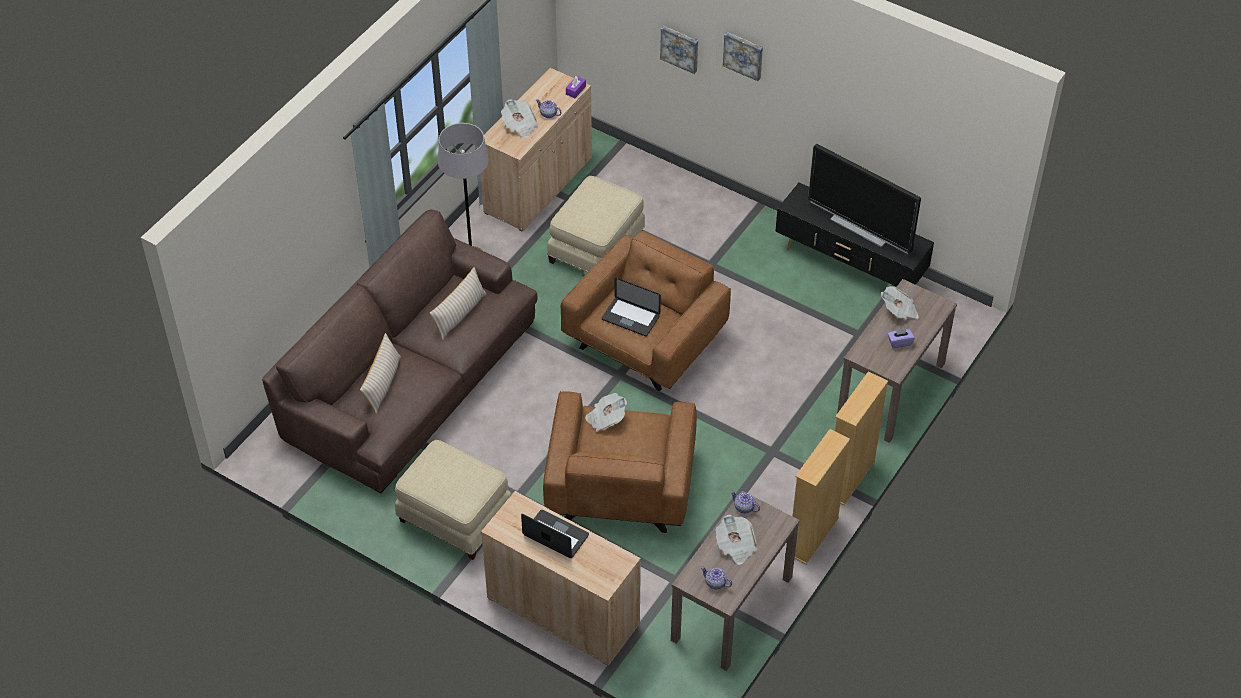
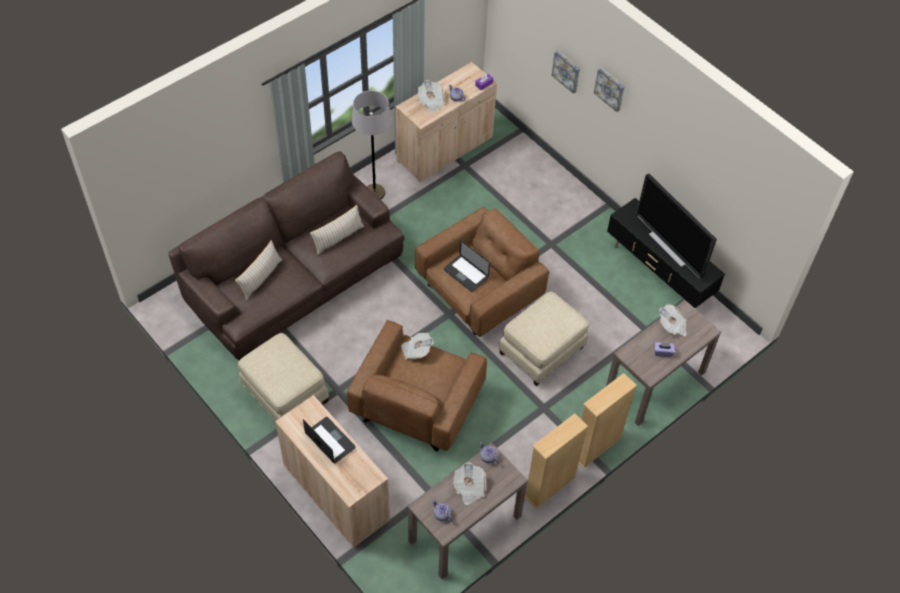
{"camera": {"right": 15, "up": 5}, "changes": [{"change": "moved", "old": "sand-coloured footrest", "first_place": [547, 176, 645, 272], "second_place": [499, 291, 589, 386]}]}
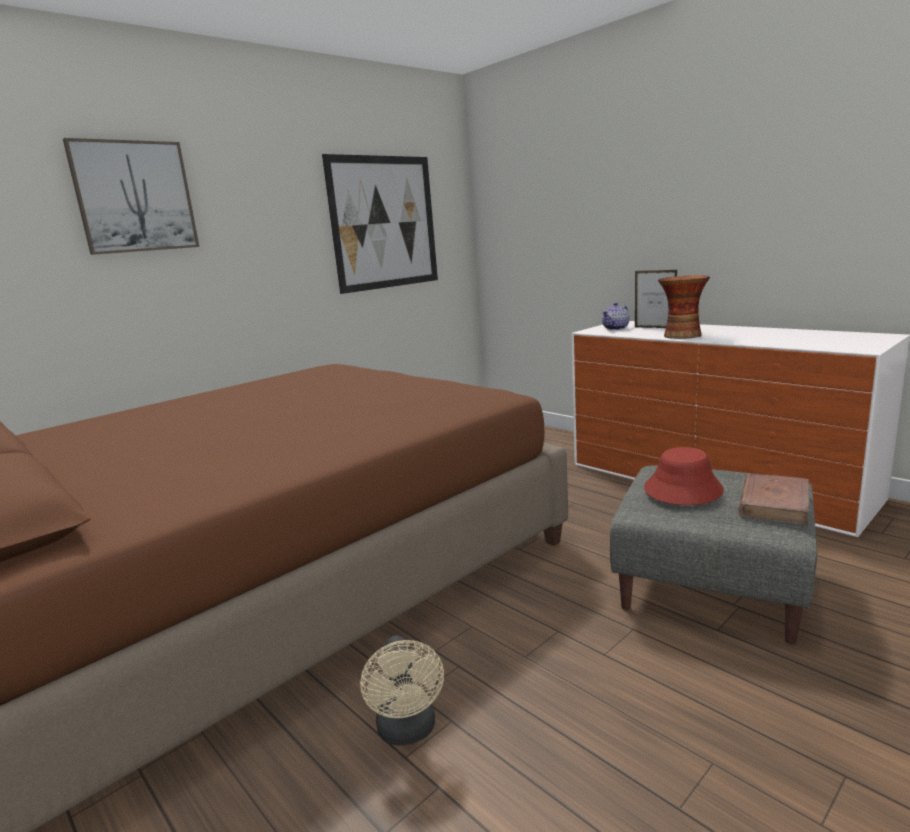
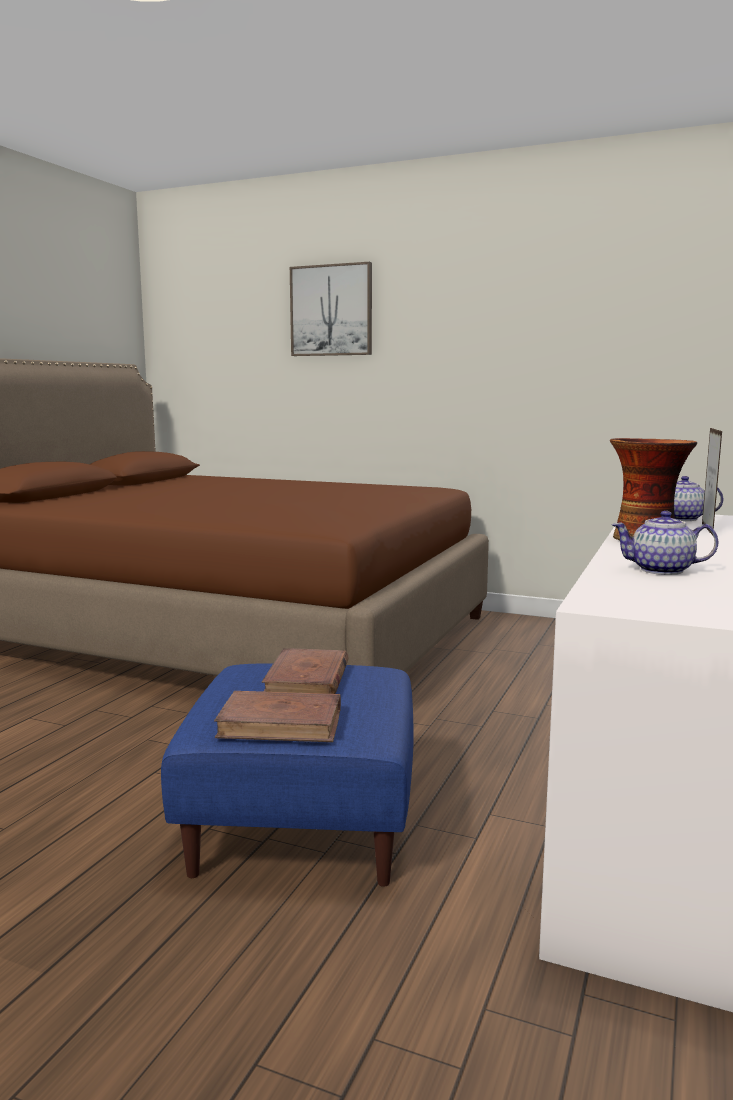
{"camera": {"right": 65, "up": -5}, "changes": [{"change": "removed", "old": "wall picture", "first_place": [322, 154, 438, 294]}, {"change": "removed", "old": "sand-coloured cooling fan", "first_place": [360, 636, 444, 746]}, {"change": "recoloured", "old": "grey footrest", "new": "blue footrest", "first_place": [610, 465, 817, 645], "second_place": [161, 663, 413, 887]}, {"change": "replaced", "old": "red wearable hat", "new": "brownish bound book", "first_place": [644, 447, 724, 505], "second_place": [262, 648, 348, 694]}, {"change": "added", "new": "pot for tea", "second_place": [612, 511, 719, 575]}]}
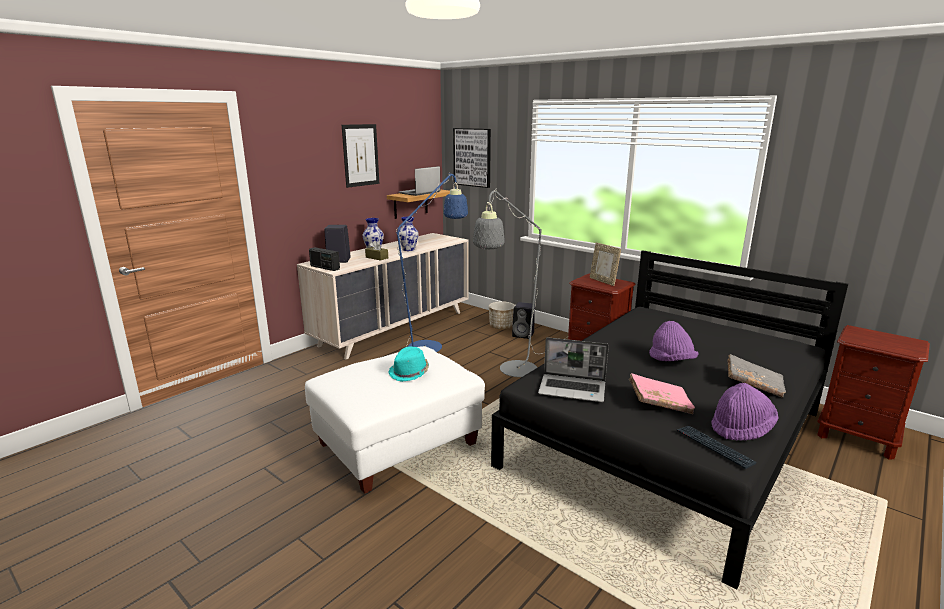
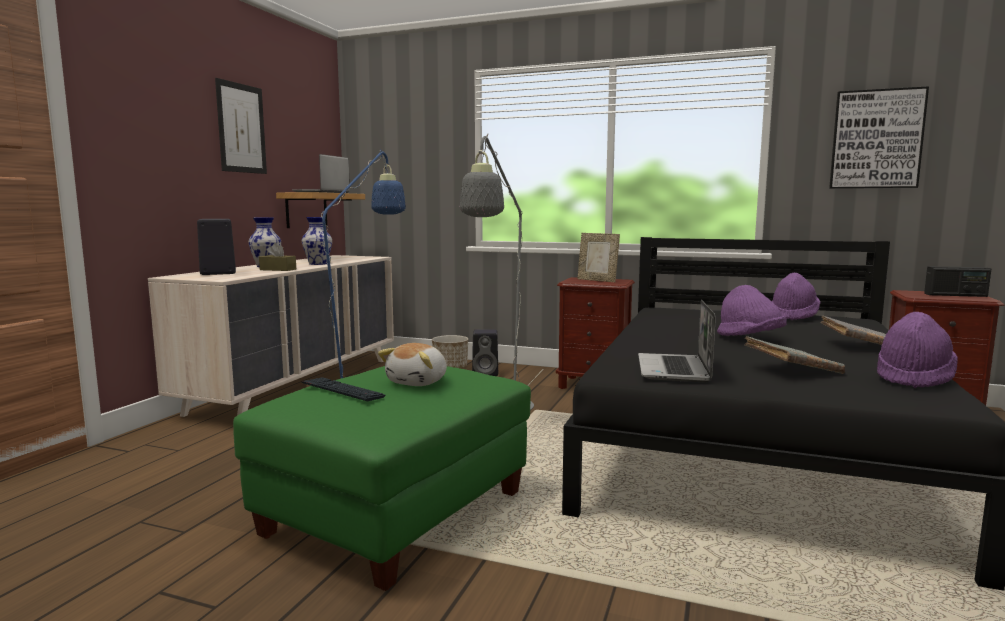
{"camera": {"right": -20, "up": -10}, "changes": [{"change": "recoloured", "old": "white-coloured footrest", "new": "green-coloured footrest", "first_place": [305, 346, 485, 494], "second_place": [233, 366, 531, 591]}, {"change": "moved", "old": "radio", "first_place": [309, 247, 340, 271], "second_place": [924, 266, 991, 297]}, {"change": "replaced", "old": "turquoise-coloured wearable hat", "new": "plush toy", "first_place": [388, 346, 429, 382], "second_place": [378, 343, 447, 386]}, {"change": "moved", "old": "wall picture", "first_place": [453, 128, 491, 188], "second_place": [829, 86, 929, 189]}, {"change": "turned", "old": "laptop", "first_place": [538, 337, 609, 402], "second_place": [638, 300, 716, 382], "degrees": 105}, {"change": "recoloured", "old": "pinkish bound book", "new": "grey bound book", "first_place": [629, 373, 695, 414], "second_place": [745, 336, 845, 374]}, {"change": "moved", "old": "computer keyboard", "first_place": [677, 426, 757, 469], "second_place": [302, 377, 385, 401]}, {"change": "added", "new": "purple wearable hat", "second_place": [772, 273, 820, 320]}]}
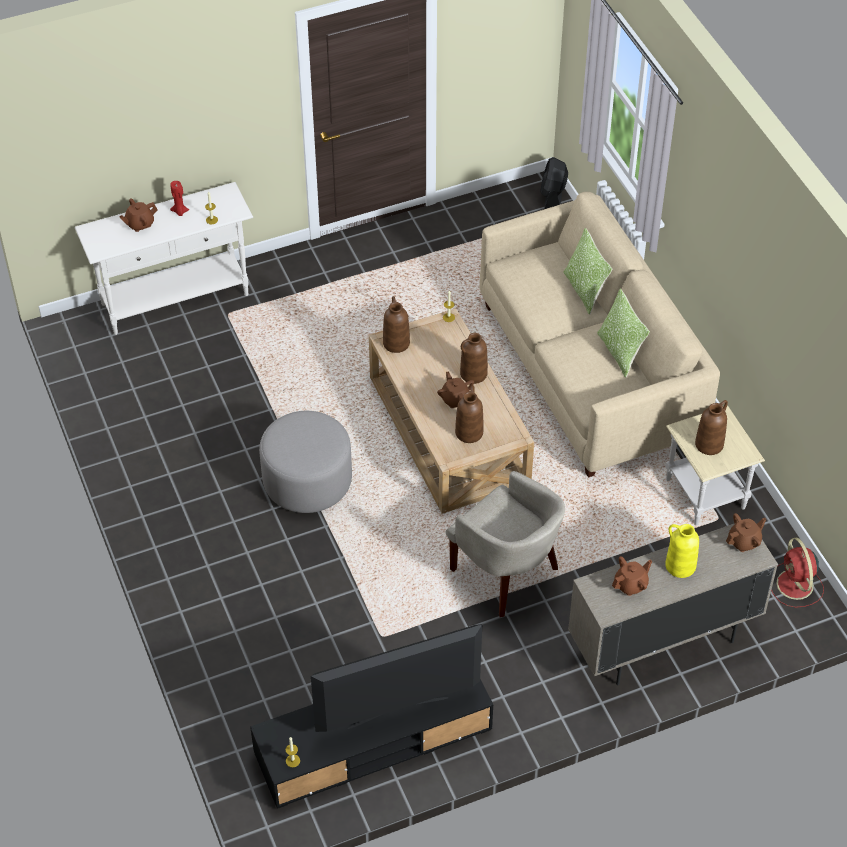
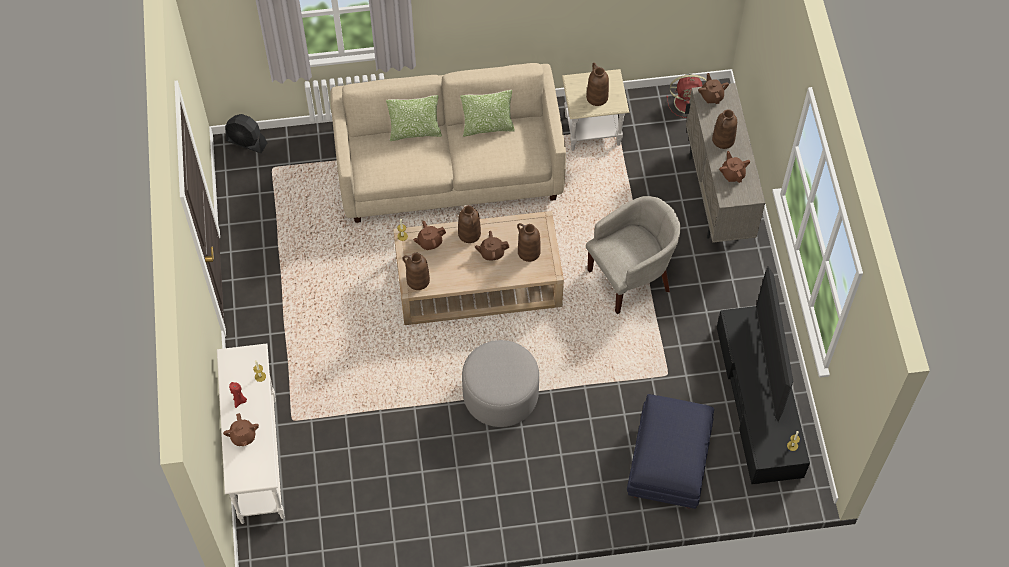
{"camera": {"right": -75, "up": 10}, "changes": [{"change": "recoloured", "old": "yellowish flower vase", "new": "brownish flower vase", "first_place": [665, 524, 699, 578], "second_place": [712, 109, 737, 149]}, {"change": "added", "new": "brownish pot for tea", "second_place": [413, 221, 446, 250]}, {"change": "added", "new": "blue footrest", "second_place": [627, 394, 714, 509]}]}
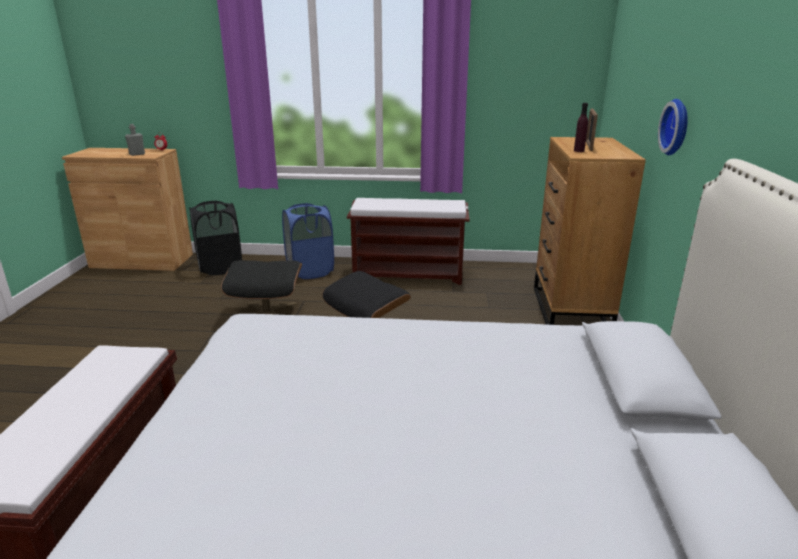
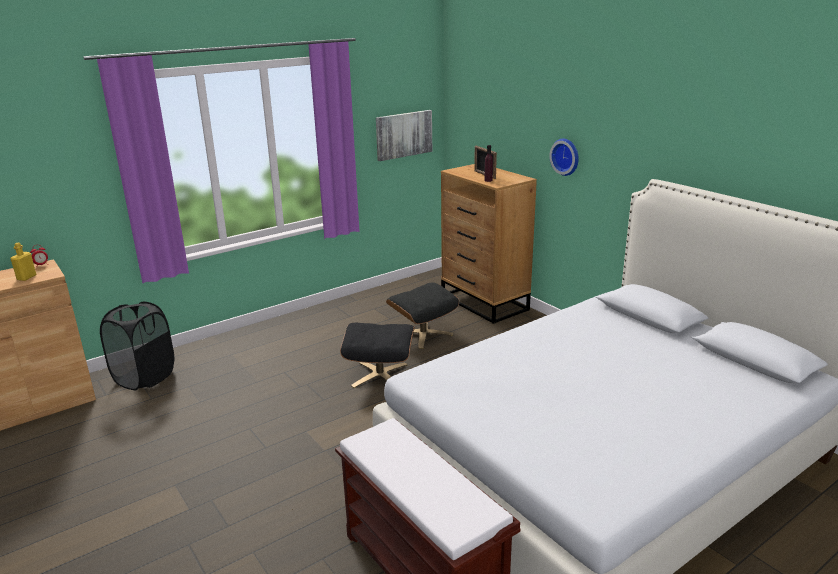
{"camera": {"right": -40, "up": 0}, "changes": [{"change": "recoloured", "old": "grey drink bottle", "new": "yellowish drink bottle", "first_place": [125, 124, 145, 156], "second_place": [10, 243, 36, 281]}, {"change": "moved", "old": "black footrest", "first_place": [221, 260, 302, 315], "second_place": [386, 283, 459, 349]}, {"change": "removed", "old": "blue hamper", "first_place": [282, 203, 334, 279]}, {"change": "removed", "old": "brownish long seat", "first_place": [347, 198, 470, 285]}, {"change": "added", "new": "wall picture", "second_place": [376, 110, 432, 161]}]}
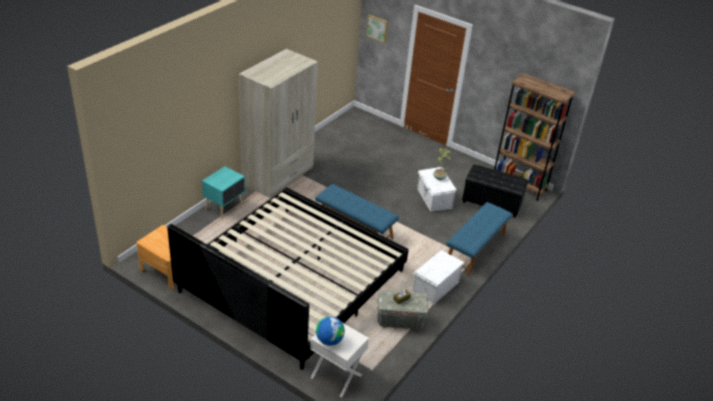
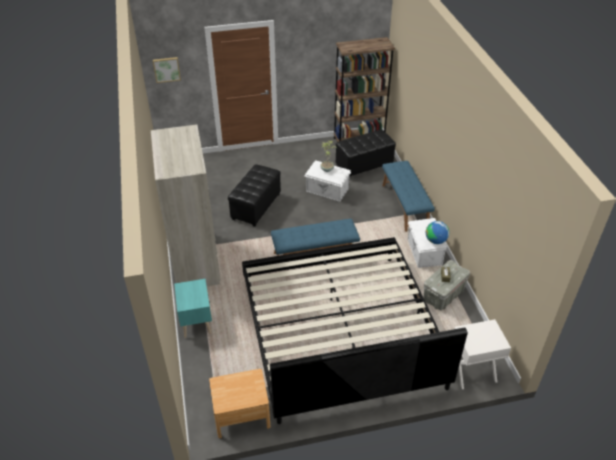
{"camera": {"right": -45, "up": 5}, "changes": [{"change": "moved", "old": "world globe", "first_place": [316, 317, 345, 346], "second_place": [426, 221, 449, 244]}, {"change": "added", "new": "black footrest", "second_place": [228, 164, 281, 227]}]}
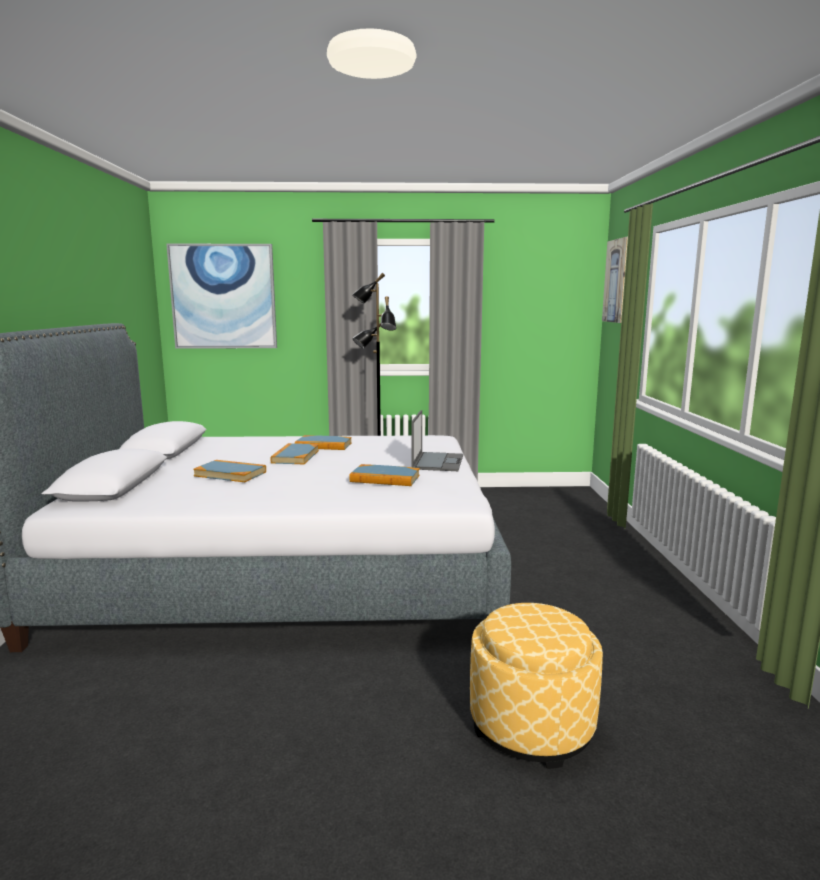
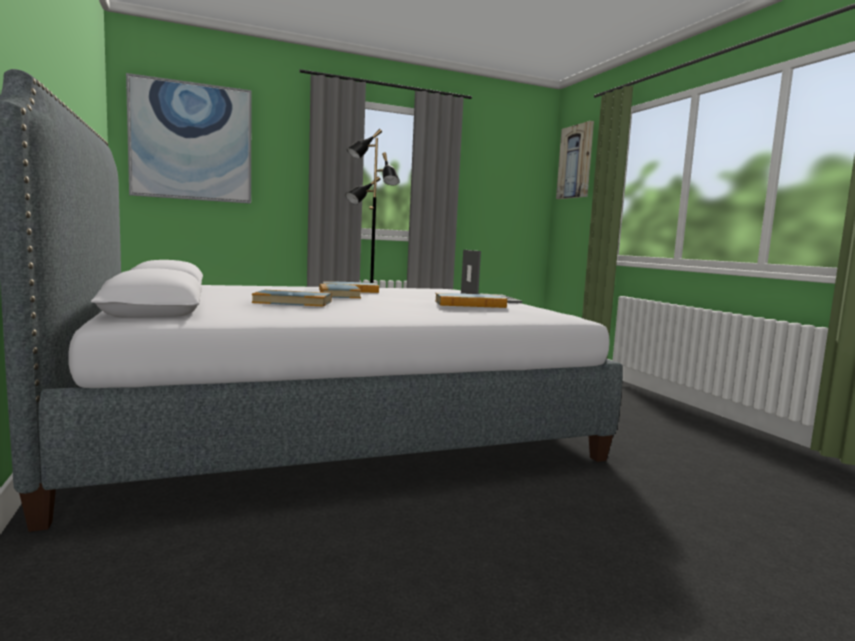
{"camera": {"right": -20, "up": -5}, "changes": [{"change": "removed", "old": "footrest", "first_place": [470, 603, 603, 769]}]}
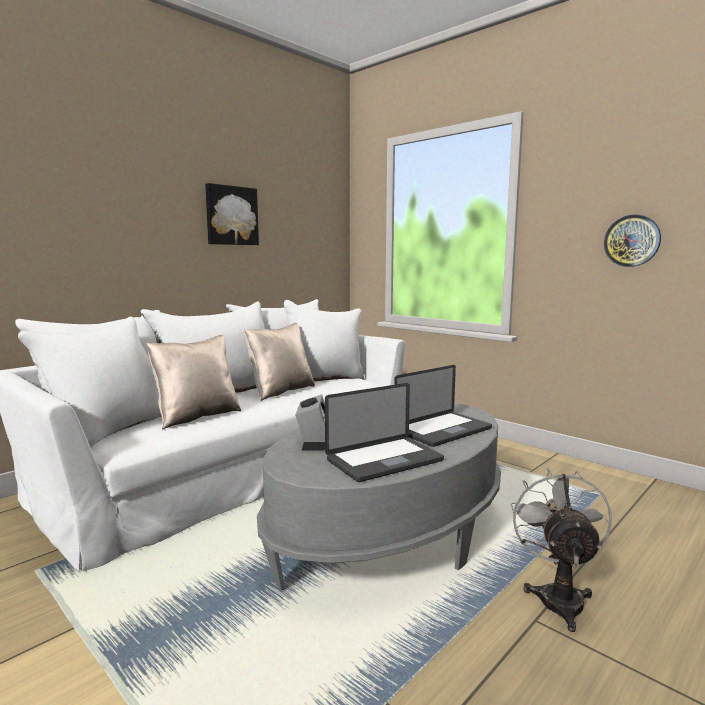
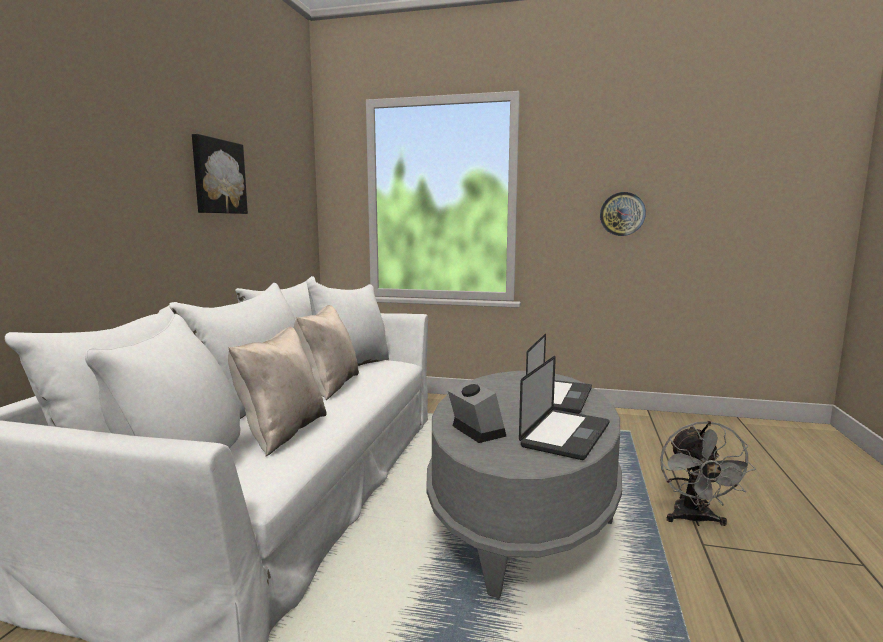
{"camera": {"right": -30, "up": 0}, "changes": [{"change": "turned", "old": "grey cooling fan", "first_place": [511, 468, 612, 632], "second_place": [660, 421, 756, 526], "degrees": -150}]}
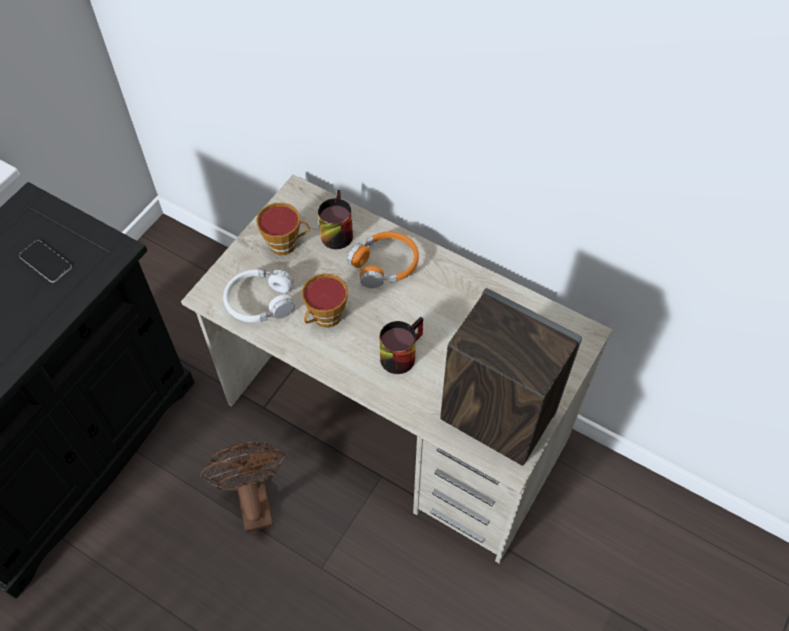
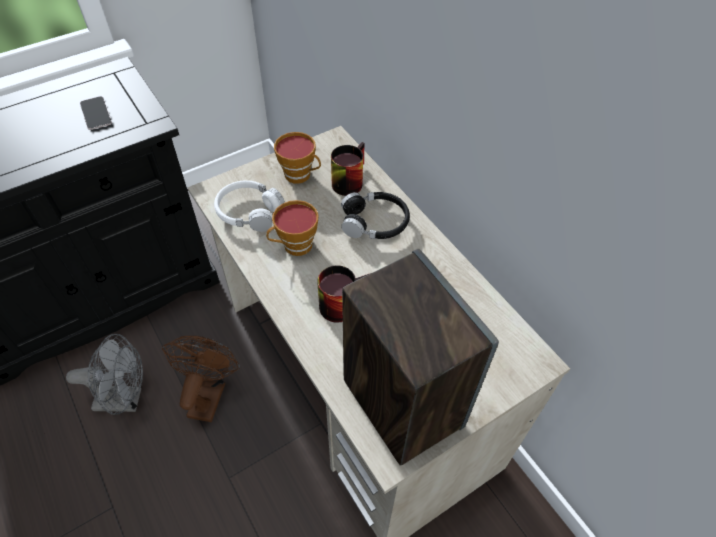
{"camera": {"right": 25, "up": -5}, "changes": [{"change": "recoloured", "old": "orange headphones", "new": "black headphones", "first_place": [347, 232, 419, 288], "second_place": [341, 192, 410, 239]}, {"change": "added", "new": "grey cooling fan", "second_place": [66, 334, 143, 415]}]}
